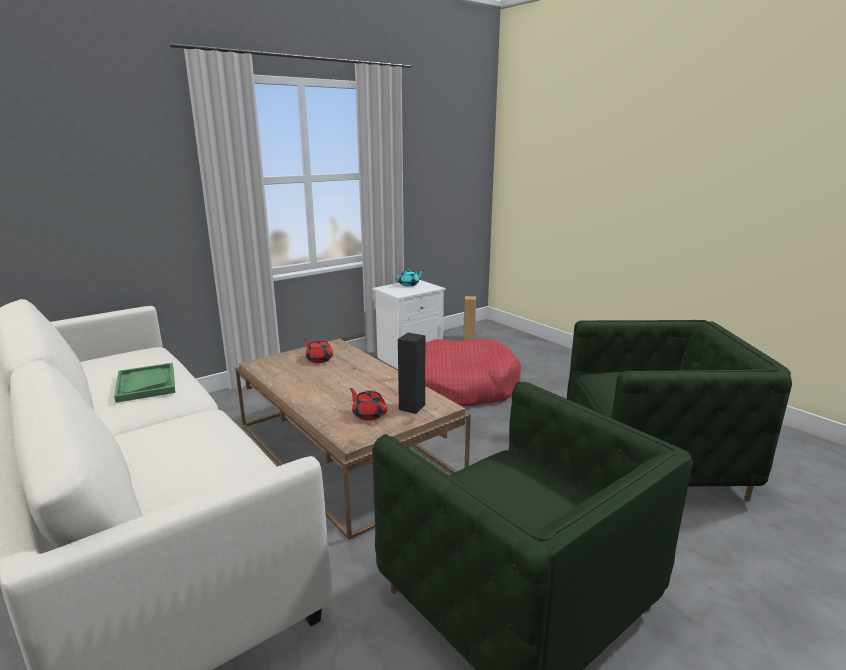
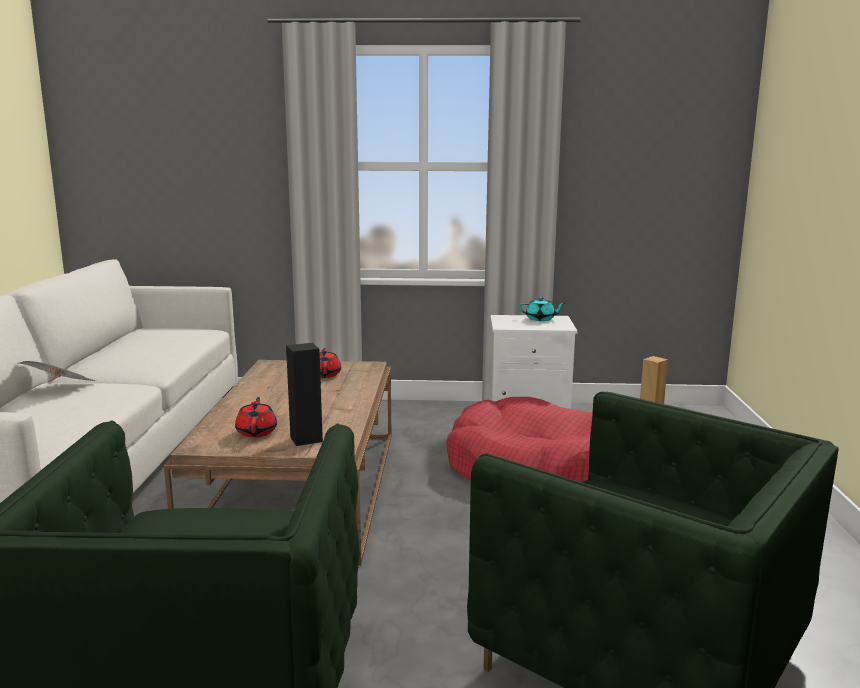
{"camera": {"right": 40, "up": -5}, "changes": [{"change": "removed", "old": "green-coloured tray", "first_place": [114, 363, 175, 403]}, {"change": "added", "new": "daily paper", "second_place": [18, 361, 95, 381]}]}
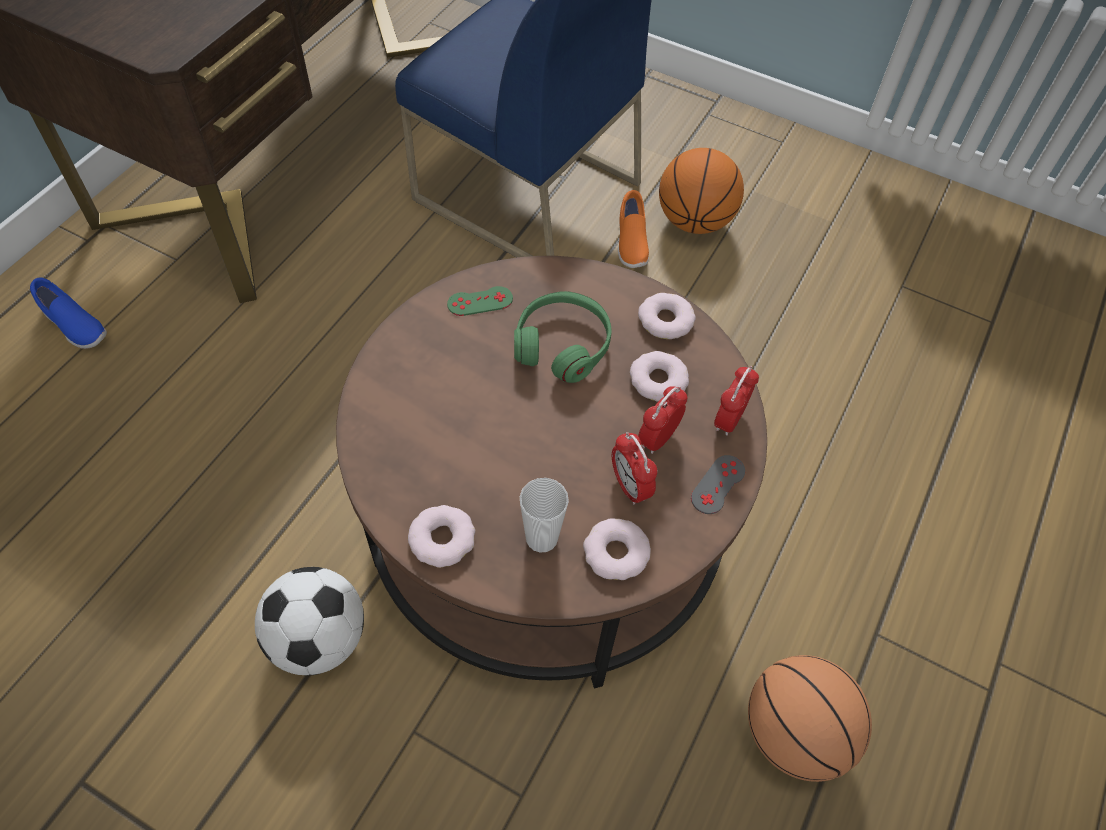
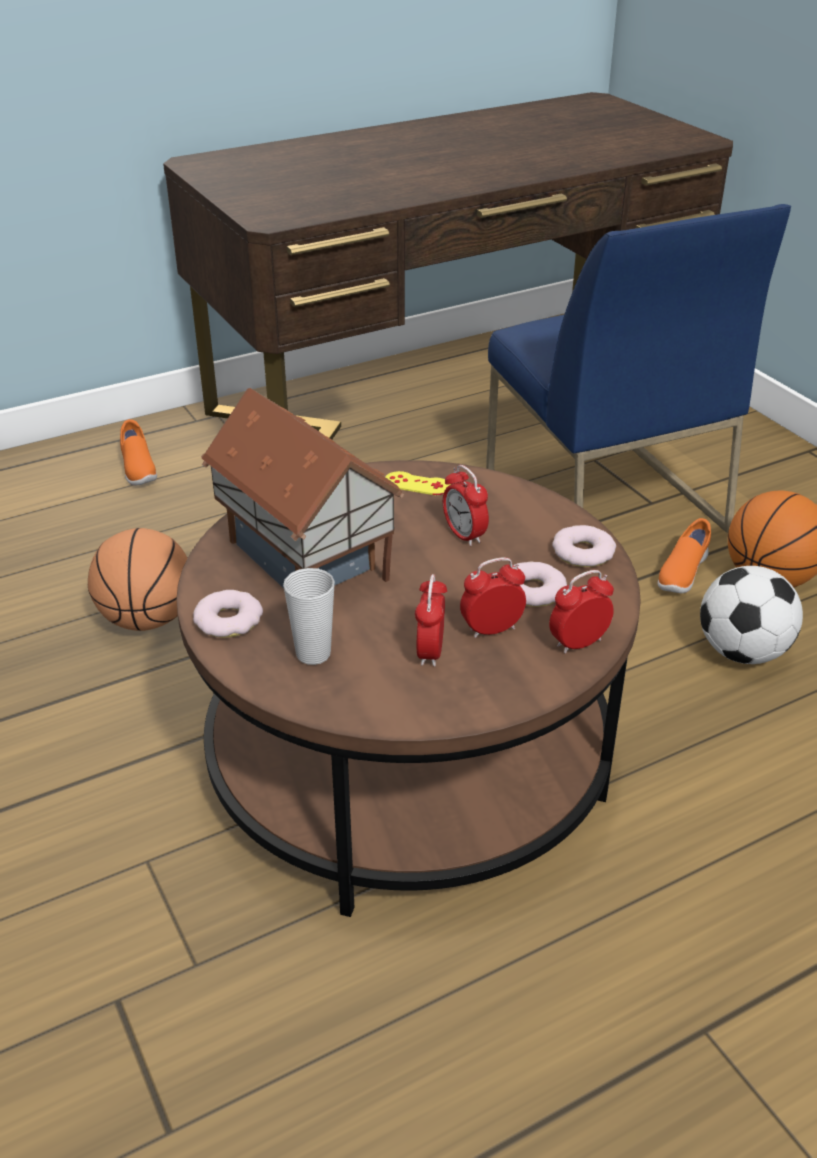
{"camera": {"right": 35, "up": -20}, "changes": [{"change": "recoloured", "old": "blue shoe", "new": "orange shoe", "first_place": [30, 278, 107, 349], "second_place": [120, 419, 157, 485]}, {"change": "moved", "old": "football ball", "first_place": [255, 567, 364, 675], "second_place": [700, 566, 803, 664]}, {"change": "recoloured", "old": "green-coloured gamepad", "new": "yellowish gamepad", "first_place": [447, 286, 513, 316], "second_place": [385, 471, 451, 495]}, {"change": "replaced", "old": "green-coloured headphones", "new": "alarm clock", "first_place": [514, 291, 612, 383], "second_place": [443, 465, 489, 546]}, {"change": "removed", "old": "donut", "first_place": [583, 518, 651, 580]}, {"change": "removed", "old": "grey gamepad", "first_place": [691, 455, 745, 514]}, {"change": "moved", "old": "basketball", "first_place": [748, 655, 872, 782], "second_place": [88, 528, 187, 631]}, {"change": "added", "new": "toy house", "second_place": [201, 388, 404, 588]}]}
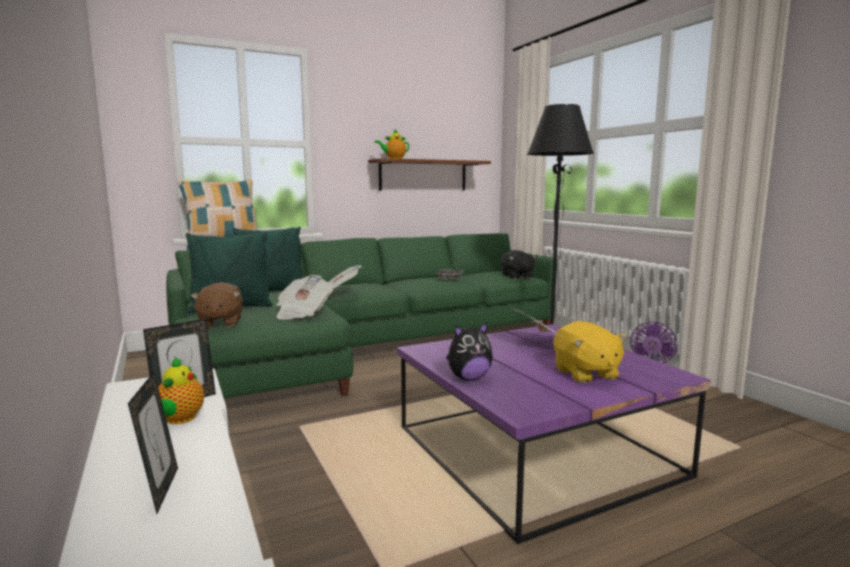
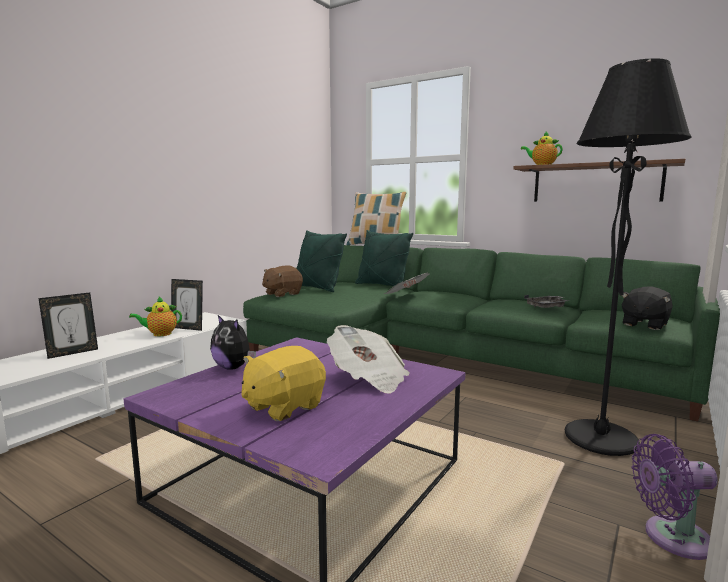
{"camera": {"right": 60, "up": 0}, "changes": [{"change": "removed", "old": "daily paper", "first_place": [276, 275, 333, 320]}]}
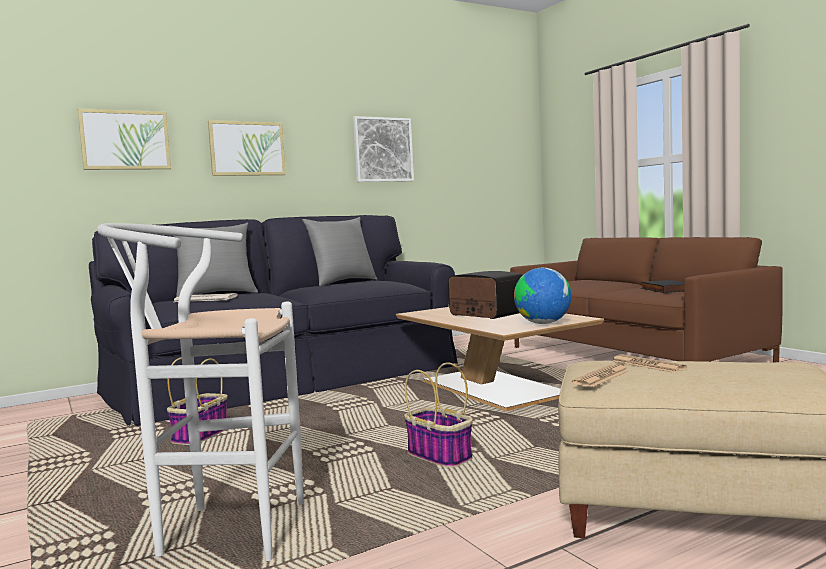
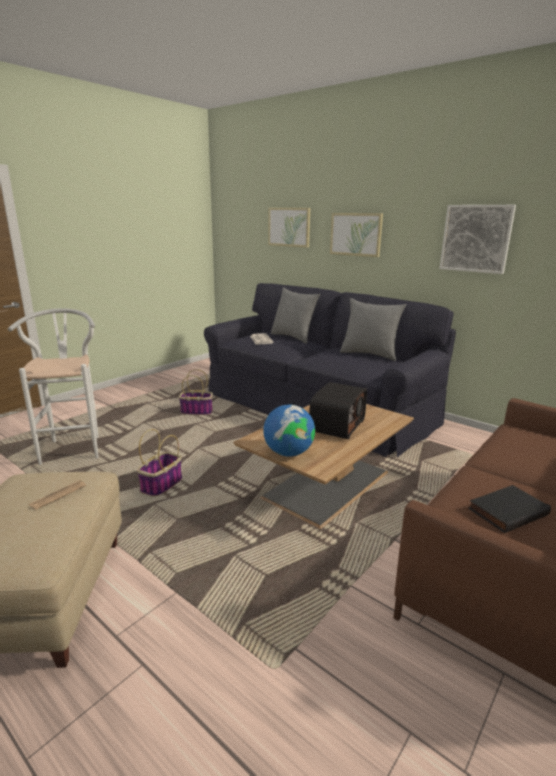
{"camera": {"right": 70, "up": 15}, "changes": [{"change": "removed", "old": "daily paper", "first_place": [572, 364, 629, 387]}]}
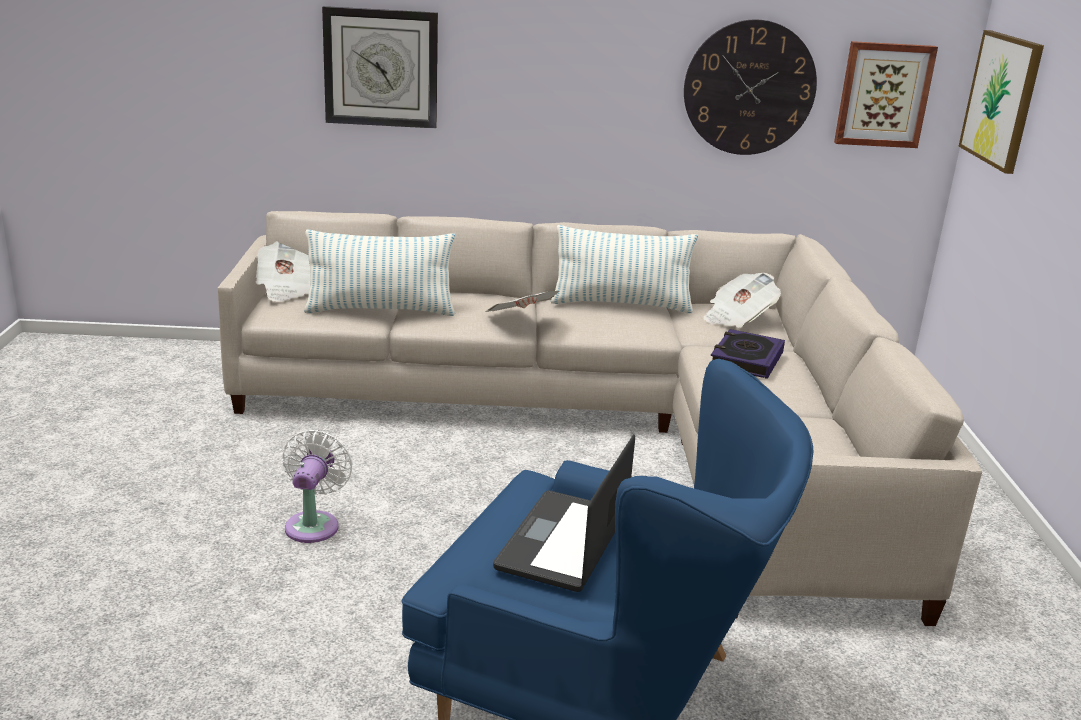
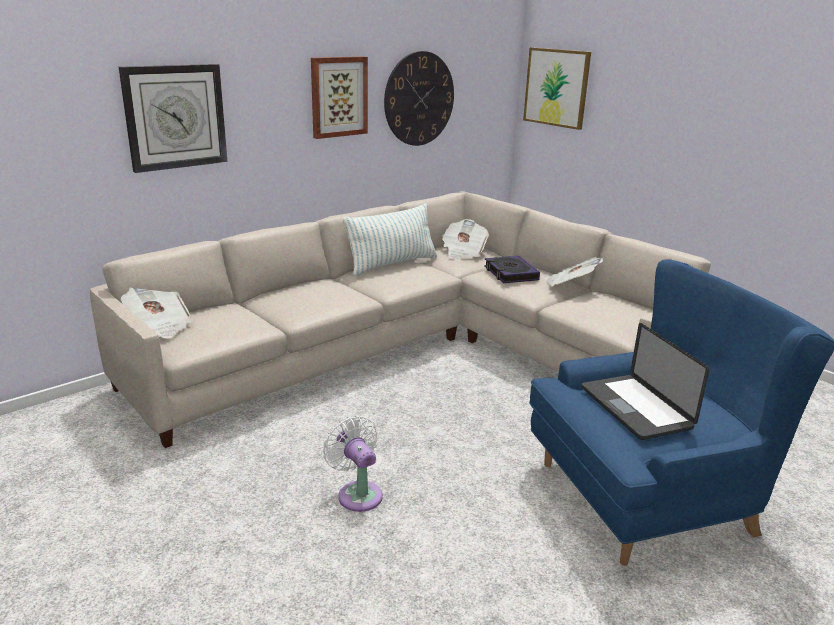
{"camera": {"right": -40, "up": 0}, "changes": [{"change": "removed", "old": "pillow", "first_place": [304, 229, 455, 316]}, {"change": "moved", "old": "daily paper", "first_place": [485, 291, 560, 312], "second_place": [544, 257, 603, 287]}, {"change": "moved", "old": "wall picture", "first_place": [834, 41, 938, 148], "second_place": [311, 56, 368, 139]}]}
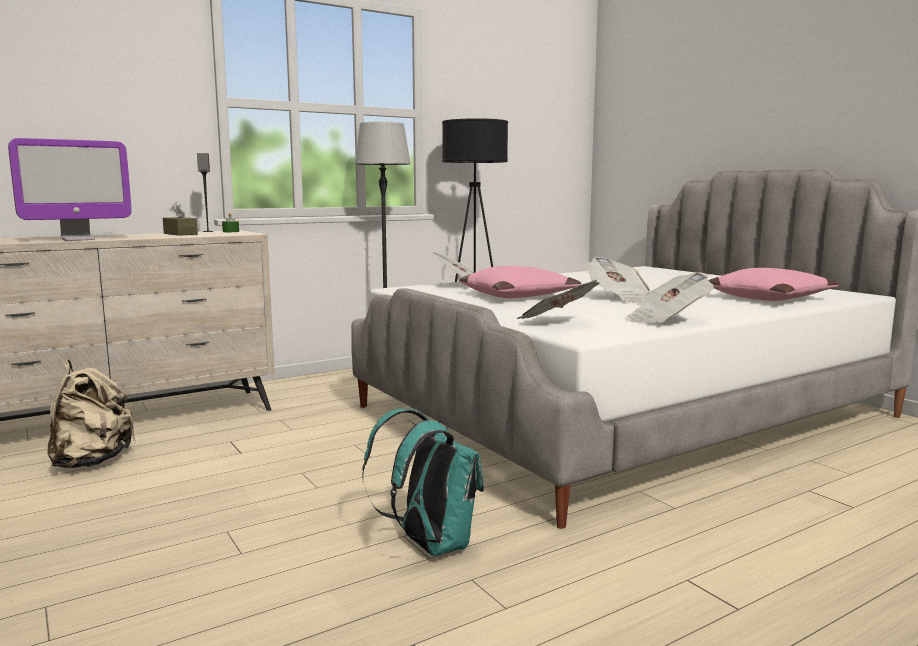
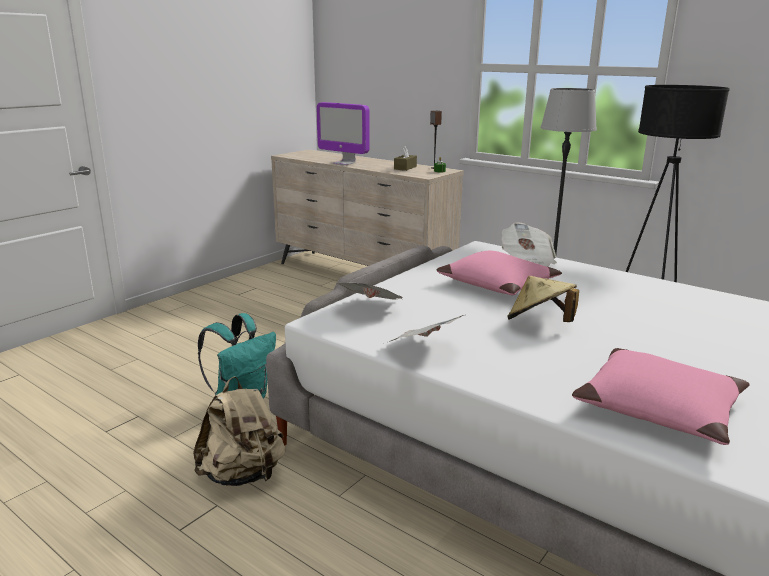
{"camera": {"right": 70, "up": 10}, "changes": [{"change": "moved", "old": "sand-coloured rucksack", "first_place": [48, 360, 136, 468], "second_place": [193, 377, 286, 486]}, {"change": "replaced", "old": "daily paper", "new": "sand-coloured wearable hat", "first_place": [586, 257, 650, 303], "second_place": [507, 276, 579, 322]}]}
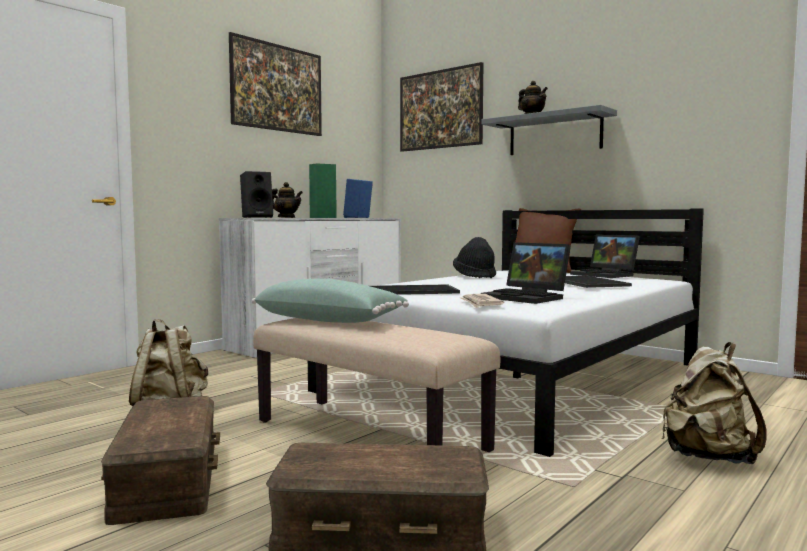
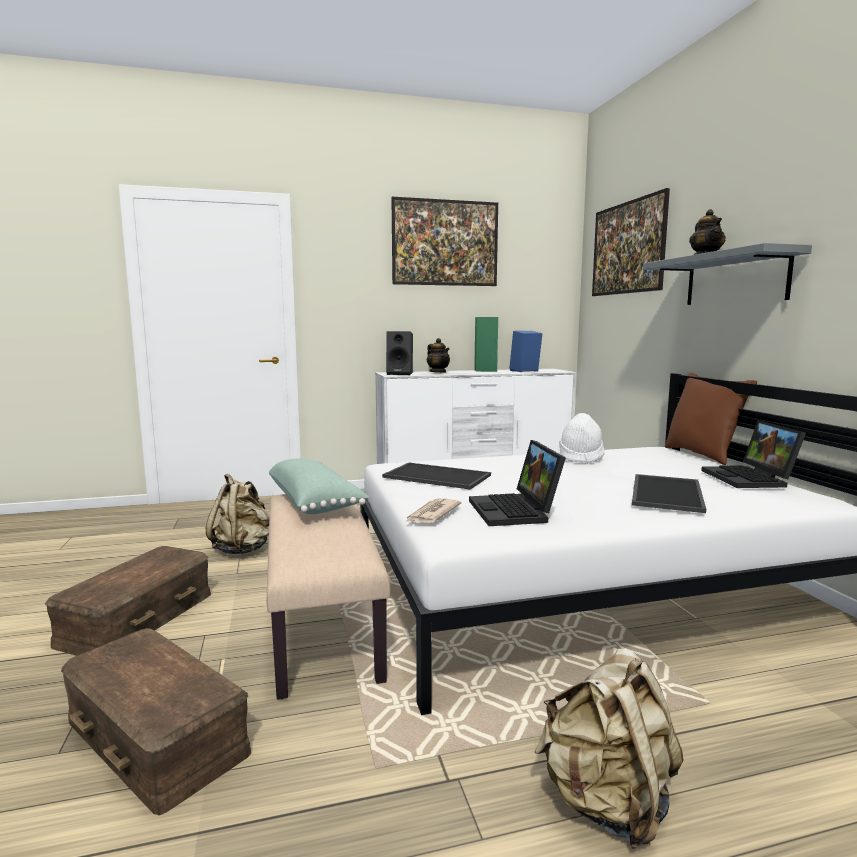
{"camera": {"right": 35, "up": 5}, "changes": [{"change": "recoloured", "old": "black wearable hat", "new": "white-coloured wearable hat", "first_place": [453, 237, 496, 278], "second_place": [559, 413, 605, 464]}]}
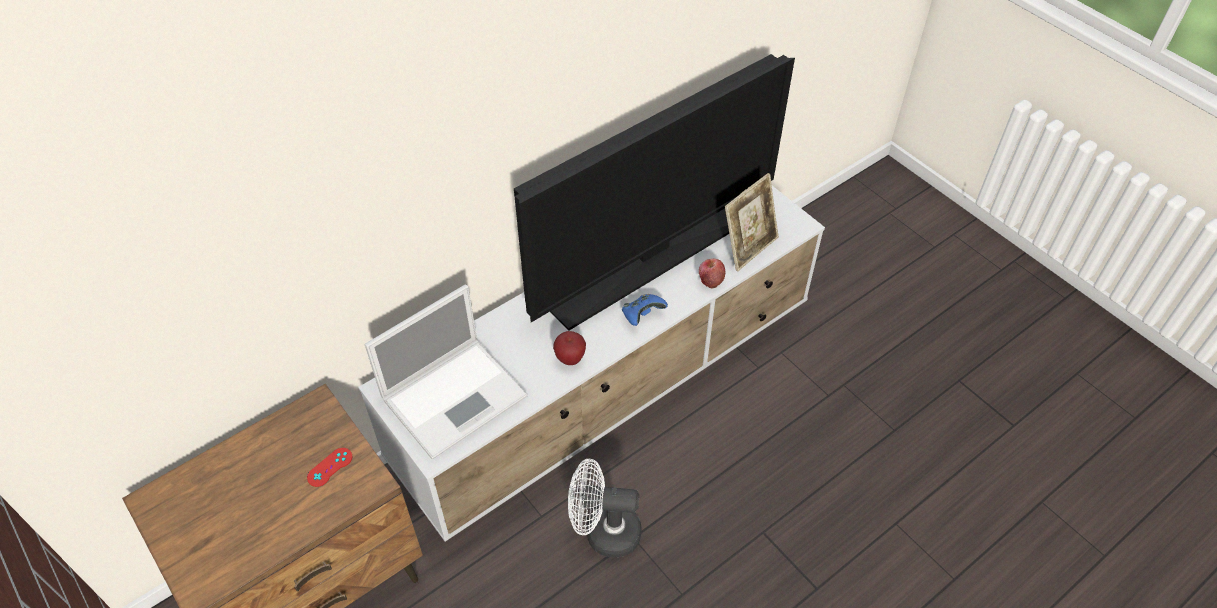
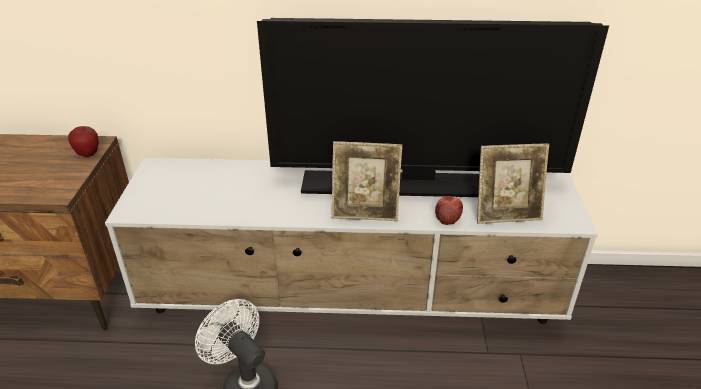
{"camera": {"right": 40, "up": -15}, "changes": [{"change": "removed", "old": "red gamepad", "first_place": [307, 448, 352, 487]}, {"change": "removed", "old": "laptop", "first_place": [364, 284, 528, 459]}, {"change": "moved", "old": "apple", "first_place": [553, 331, 586, 365], "second_place": [68, 126, 99, 157]}, {"change": "replaced", "old": "blue gamepad", "new": "photo frame", "first_place": [622, 294, 668, 326], "second_place": [332, 141, 402, 221]}]}
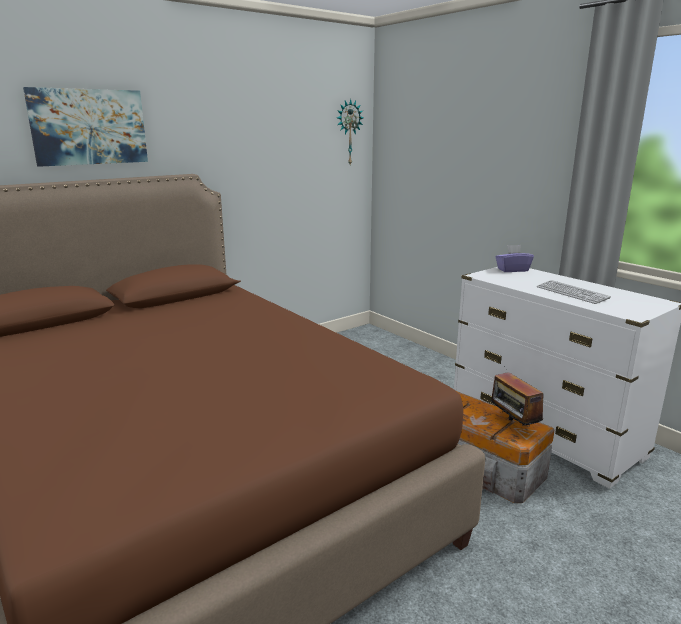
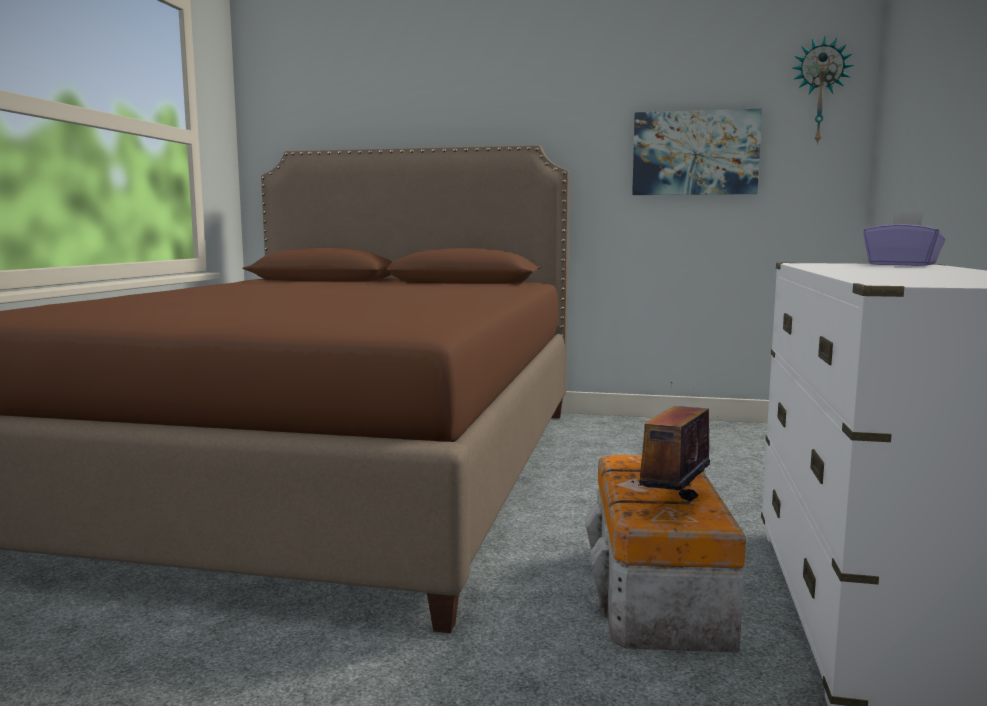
{"camera": {"right": 50, "up": -10}, "changes": [{"change": "moved", "old": "wall picture", "first_place": [23, 87, 148, 167], "second_place": [632, 109, 762, 195]}, {"change": "removed", "old": "computer keyboard", "first_place": [537, 280, 611, 304]}]}
